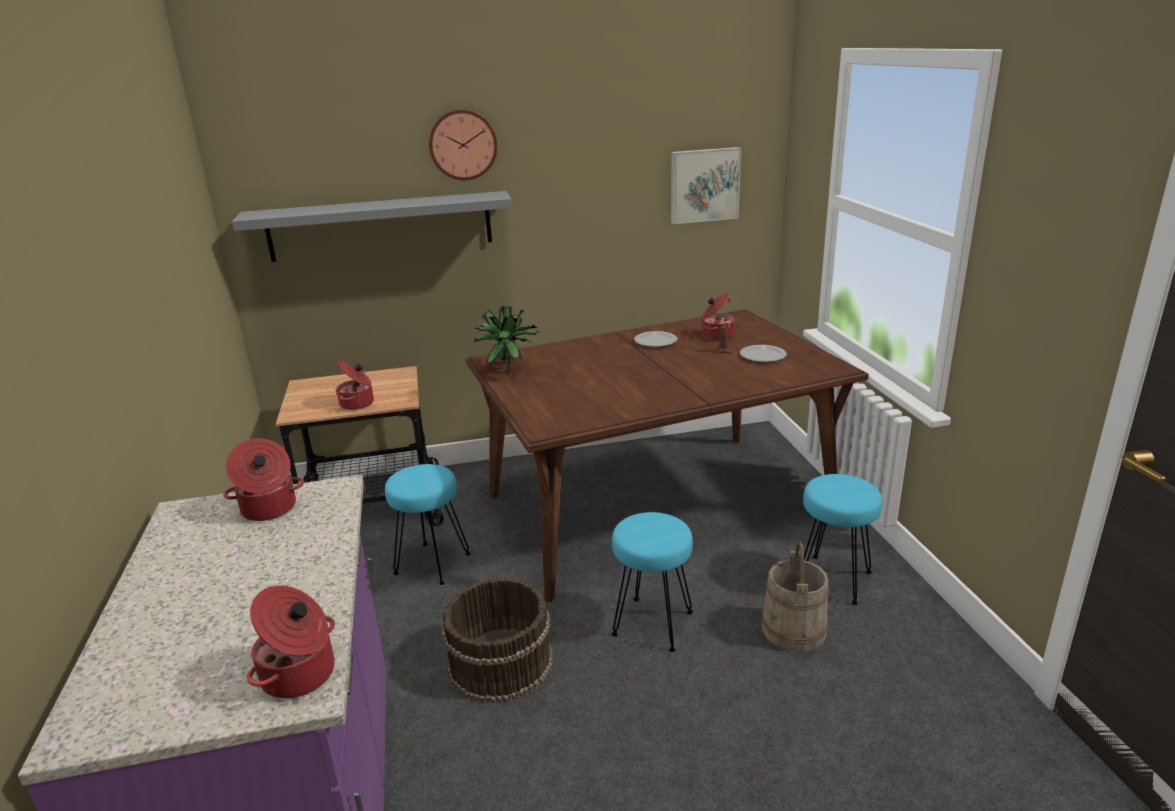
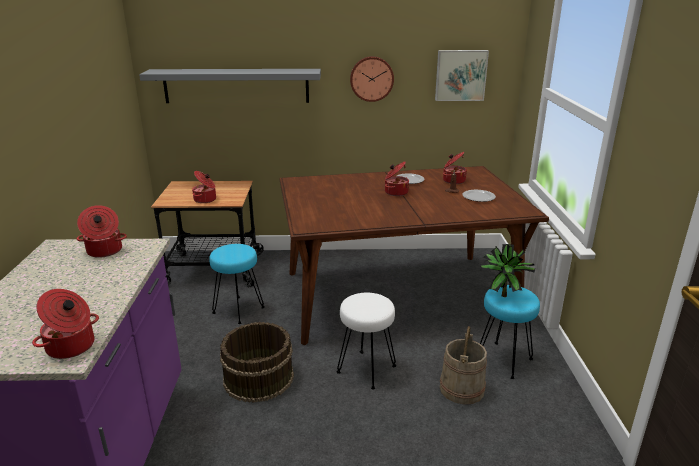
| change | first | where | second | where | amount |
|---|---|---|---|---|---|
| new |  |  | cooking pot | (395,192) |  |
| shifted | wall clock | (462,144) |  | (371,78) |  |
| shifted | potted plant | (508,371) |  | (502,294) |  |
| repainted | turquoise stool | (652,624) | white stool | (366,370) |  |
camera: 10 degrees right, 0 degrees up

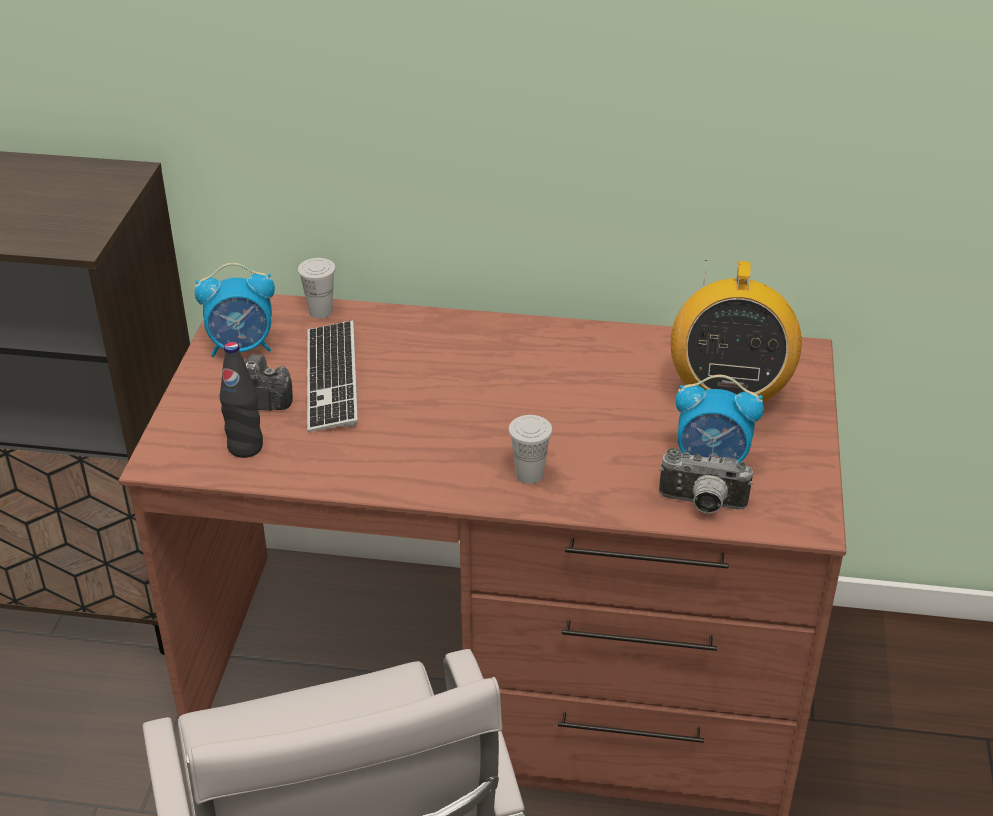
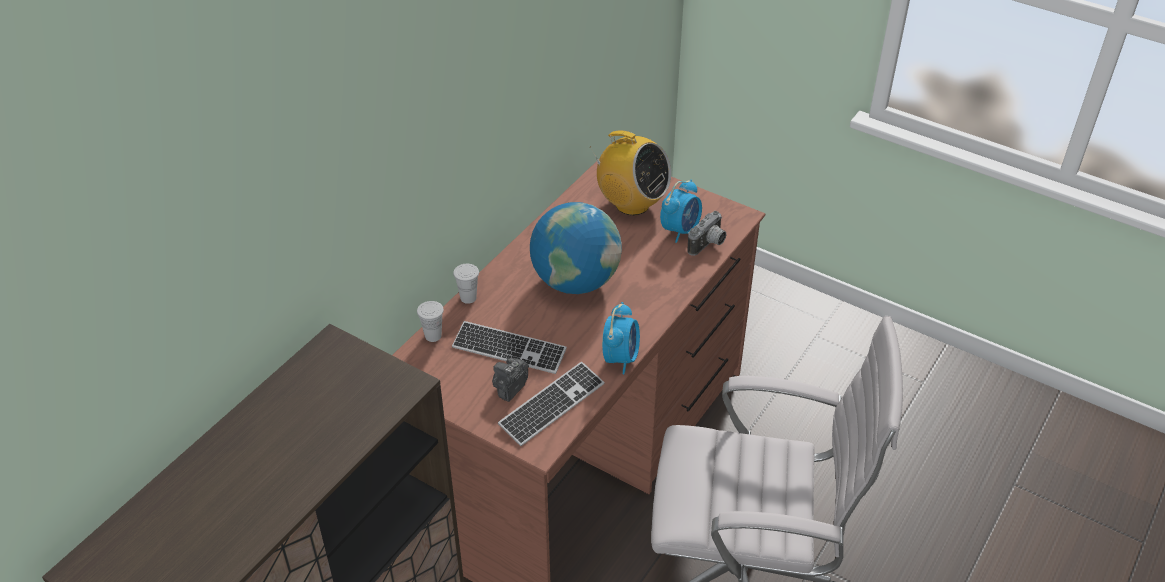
| change | first | where | second | where | amount |
|---|---|---|---|---|---|
| new |  |  | globe | (575,281) |  |
| shifted | alarm clock | (242,347) |  | (621,358) |  |
| shifted | white cup | (529,474) |  | (468,298) |  |
| swapped | black bottle | (245,447) | keyboard | (552,405) |  |
camera: 65 degrees left, 5 degrees up

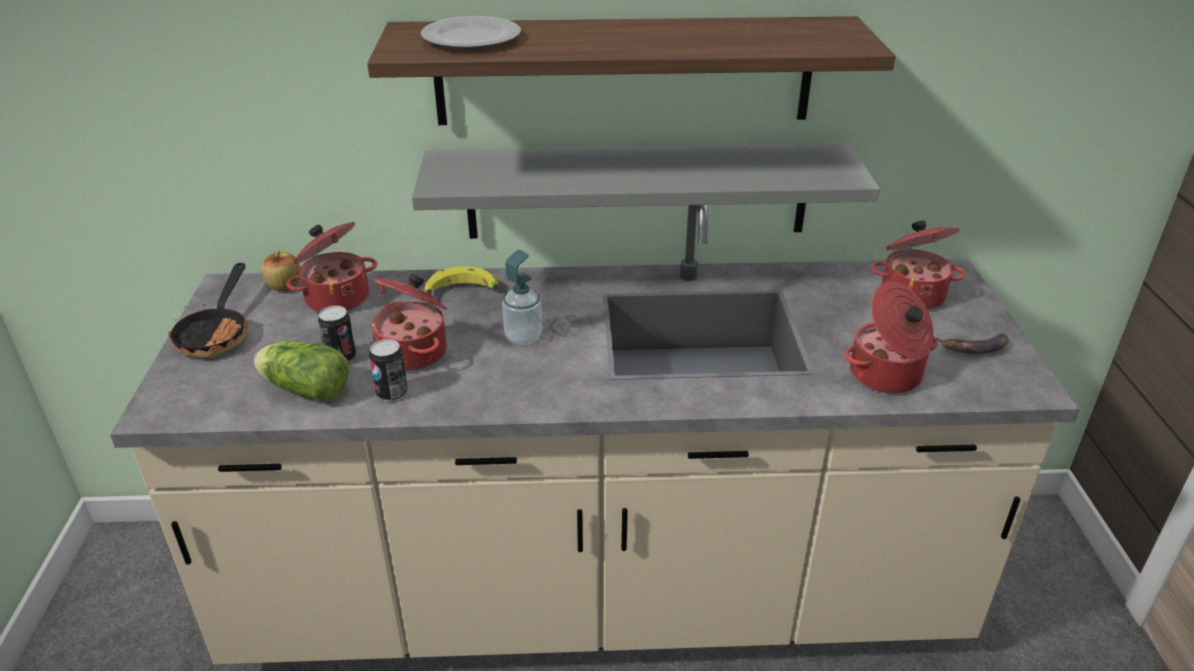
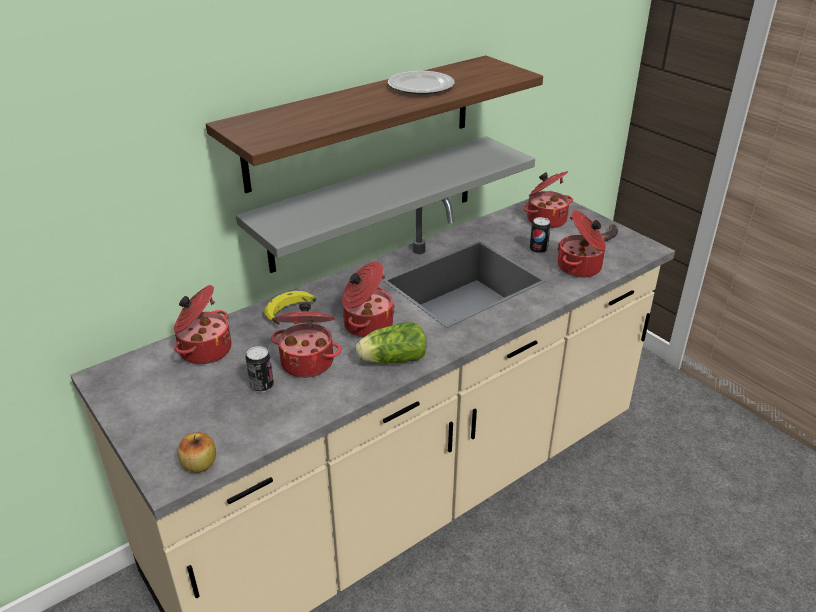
| change | first | where | second | where | amount |
|---|---|---|---|---|---|
| gone | frying pan | (217,333) |  |  |  |
| shifted | lettuce | (303,388) |  | (390,360) |  |
| shifted | apple | (285,286) |  | (199,464) |  |
| shifted | can | (392,393) |  | (538,250) |  |
| shifted | plate | (472,38) |  | (420,86) |  |
| swapped | soap dispenser | (523,337) | cooking pot | (366,324) |  |
camera: 35 degrees left, 0 degrees up

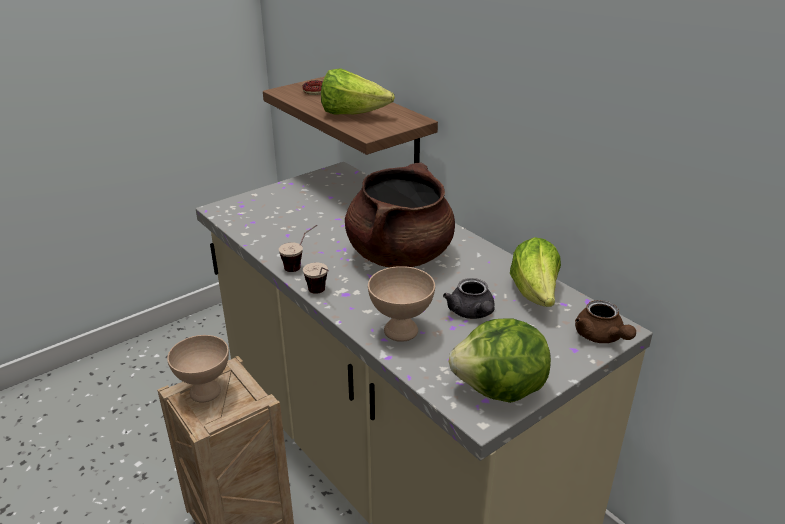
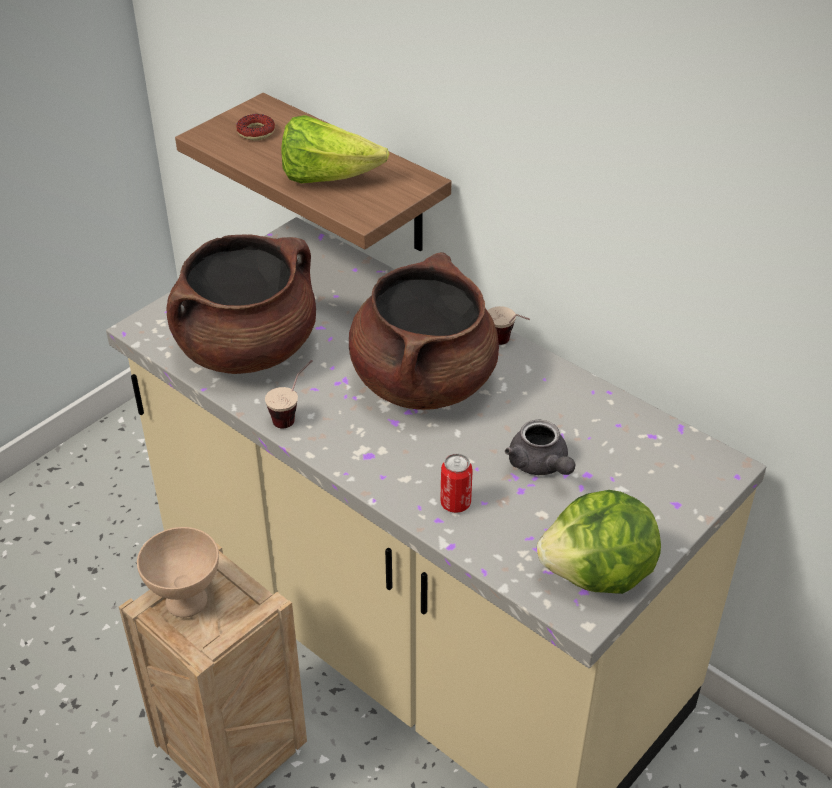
| change | first | where | second | where | amount |
|---|---|---|---|---|---|
| gone | lettuce | (535,294) |  |  |  |
| gone | brown teapot | (601,337) |  |  |  |
| new |  |  | brown cooking pot | (247,348) |  |
| shifted | cup | (320,294) |  | (507,345) |  |
| swapped | beige bowl | (400,330) | can | (455,503) |  |
camera: 10 degrees left, 10 degrees up

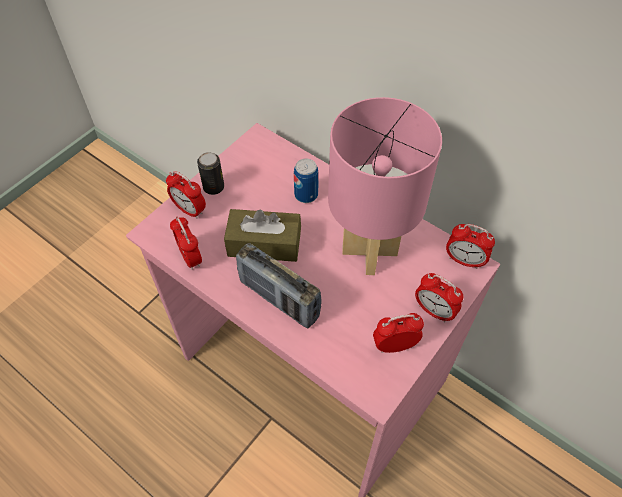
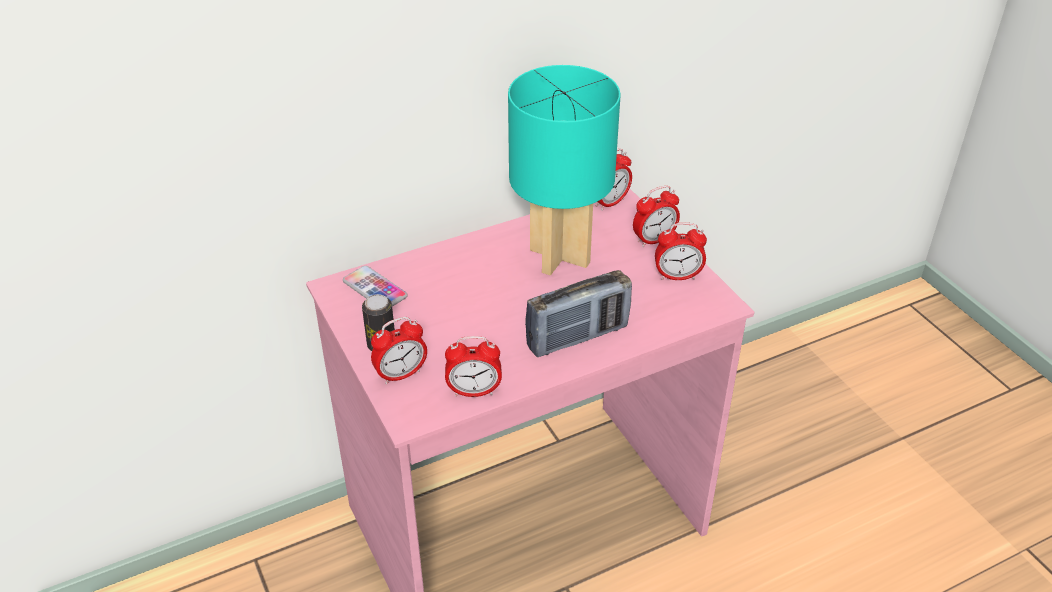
| change | first | where | second | where | amount |
|---|---|---|---|---|---|
| gone | brown tissue box | (264,244) |  |  |  |
| gone | can | (306,195) |  |  |  |
| new |  |  | phone | (375,289) |  |
| repainted | pink table lamp | (369,251) | turquoise table lamp | (558,256) |  |
| rotated | alarm clock | (395,346) |  | (677,276) | 105 degrees counterclockwise |
camera: 65 degrees left, 15 degrees down

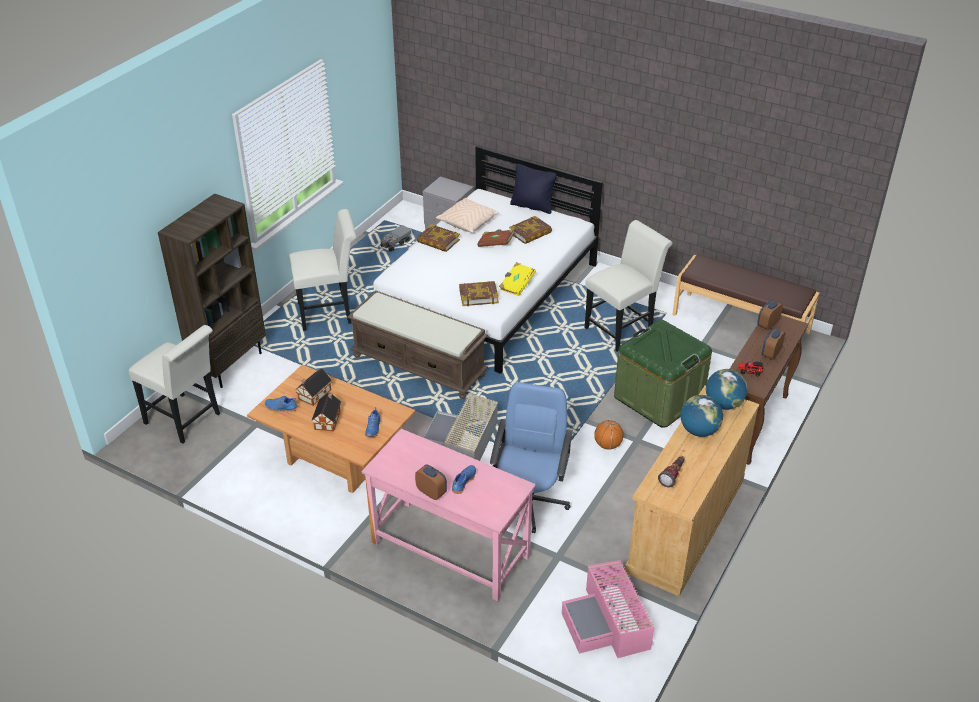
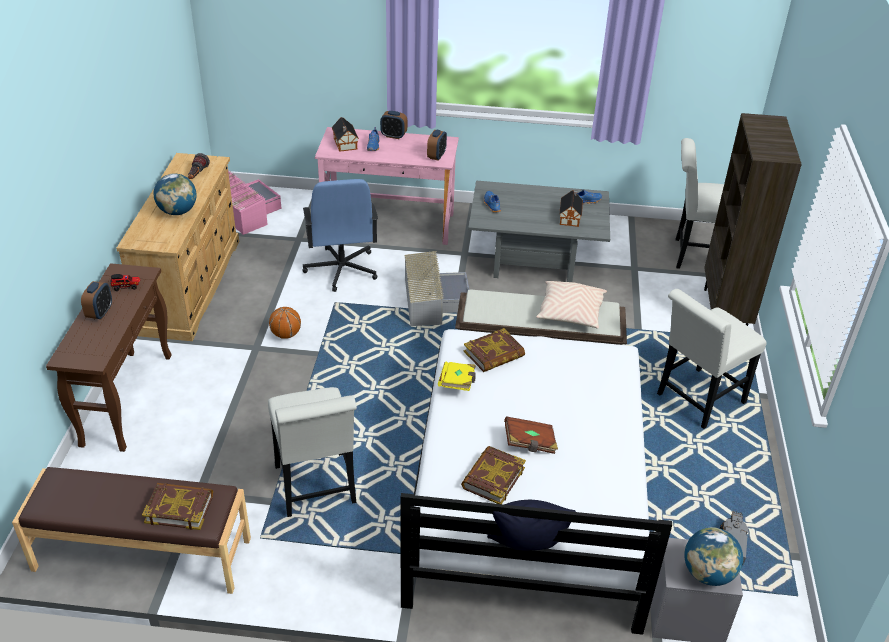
| change | first | where | second | where | amount |
|---|---|---|---|---|---|
| gone | green storage box | (658,397) |  |  |  |
| shifted | toy house | (328,419) |  | (345,144) |  |
| shifted | book | (438,241) |  | (179,508) |  |
| shifted | beige pillow | (468,222) |  | (570,313) |  |
| shifted | globe | (723,404) |  | (708,573) |  |
| shifted | alarm clock | (767,325) |  | (436,156) |  |
| repainted | brown coffee table | (336,459) | grey coffee table | (535,260) |  |
| rotated | white chair | (622,328) |  | (316,489) | 45 degrees counterclockwise |
camera: 155 degrees right, 0 degrees up

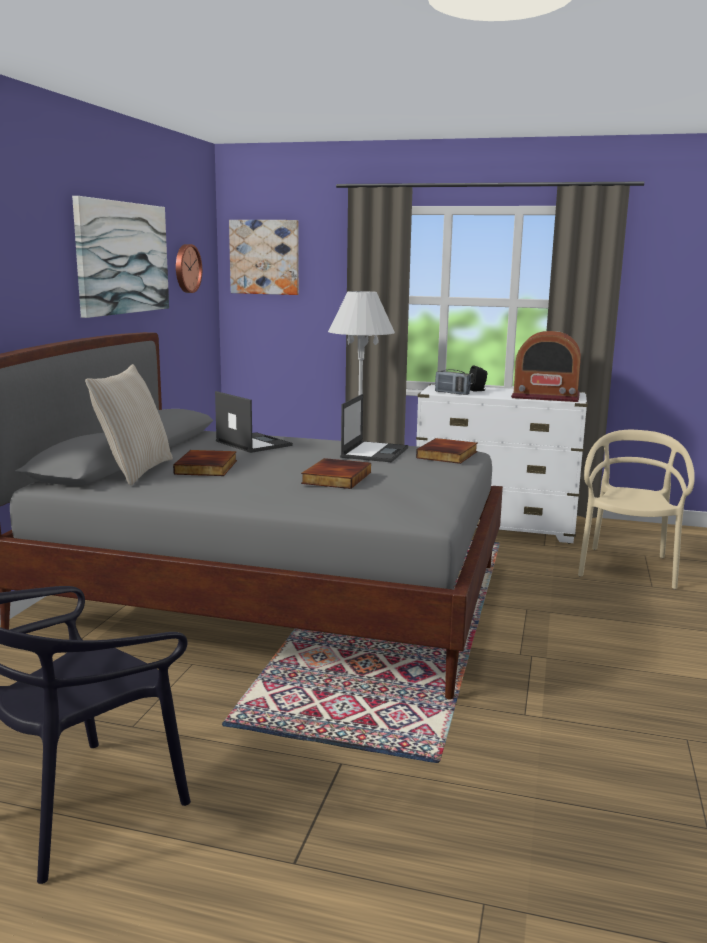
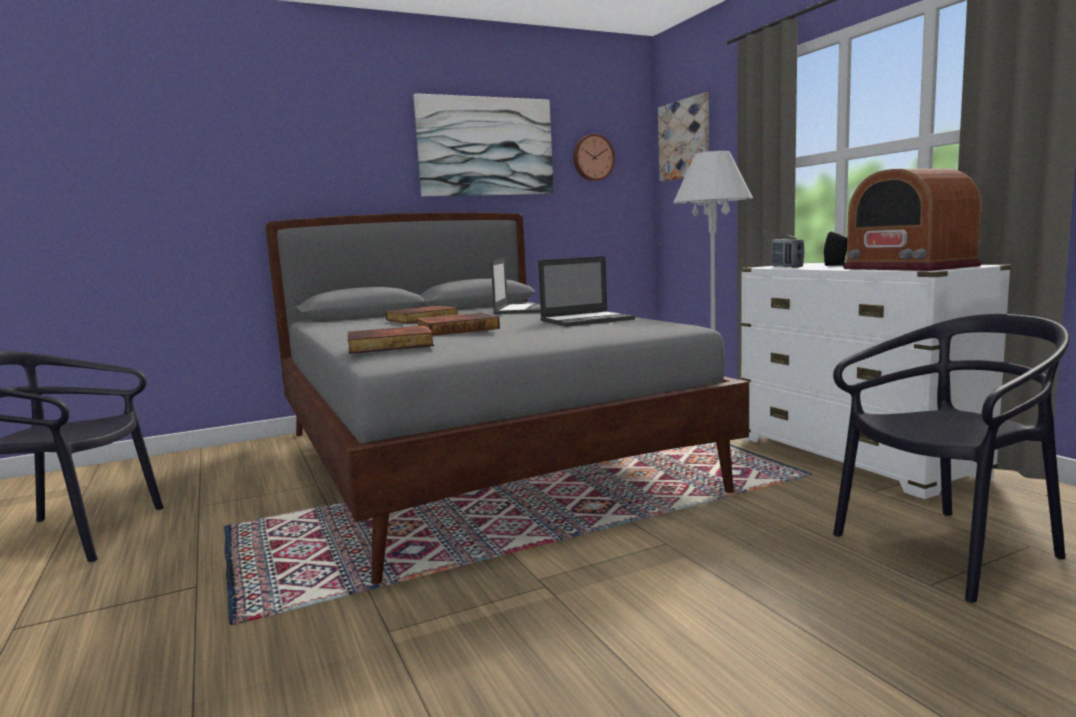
| change | first | where | second | where | amount |
|---|---|---|---|---|---|
| gone | beige pillow | (134,471) |  |  |  |
| shifted | book | (448,455) |  | (389,345) |  |
| repainted | beige chair | (627,568) | black chair | (947,550) |  |
camera: 50 degrees right, 5 degrees down

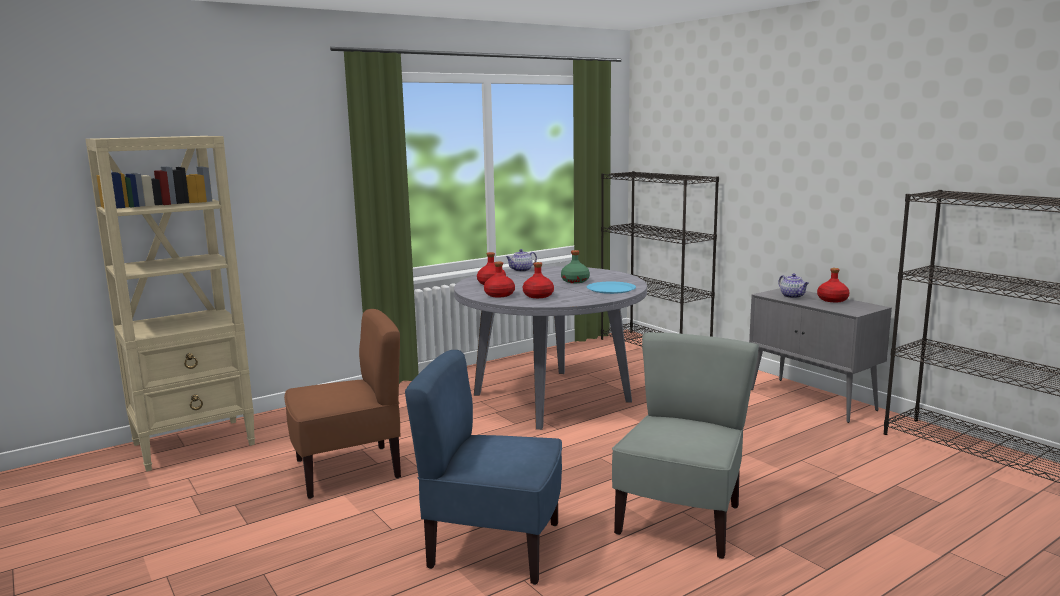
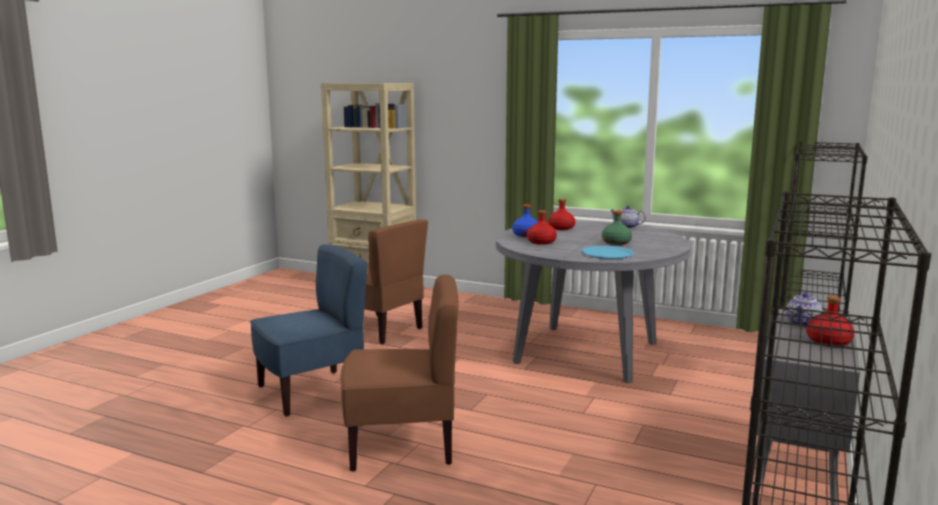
| change | first | where | second | where | amount |
|---|---|---|---|---|---|
| repainted | red bottle | (499,295) | blue bottle | (526,235) |  |
| repainted | grey chair | (681,520) | brown chair | (402,445) |  |
| rotated | blue chair | (494,547) |  | (311,392) | 75 degrees clockwise |
camera: 60 degrees right, 0 degrees up

